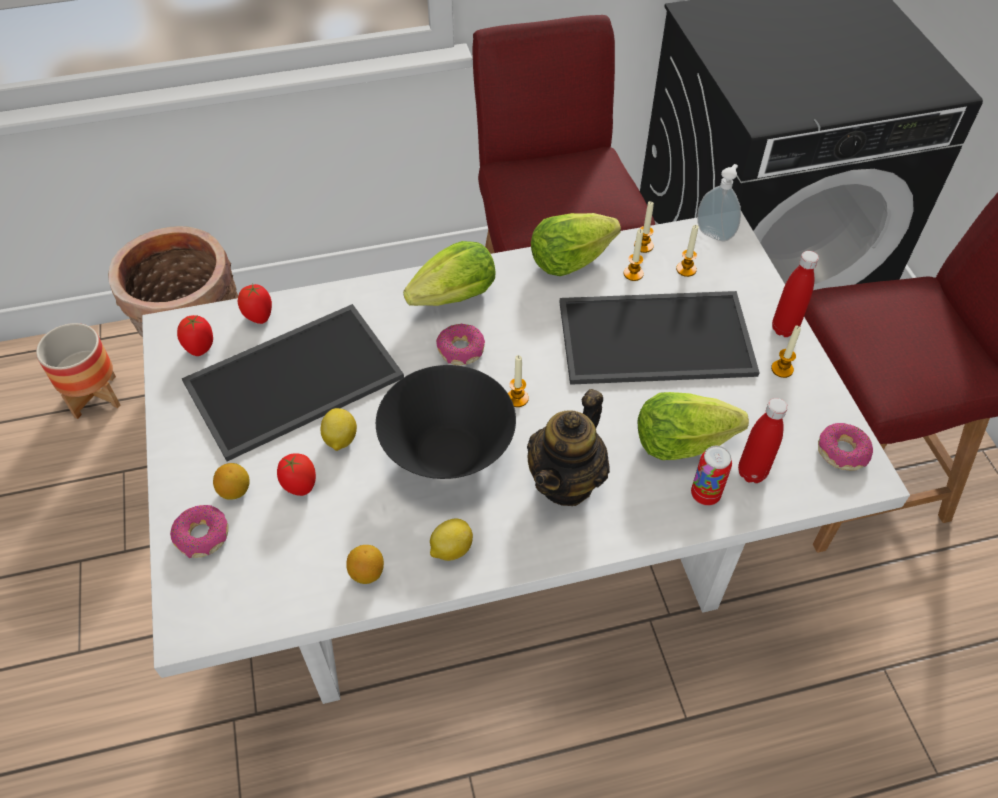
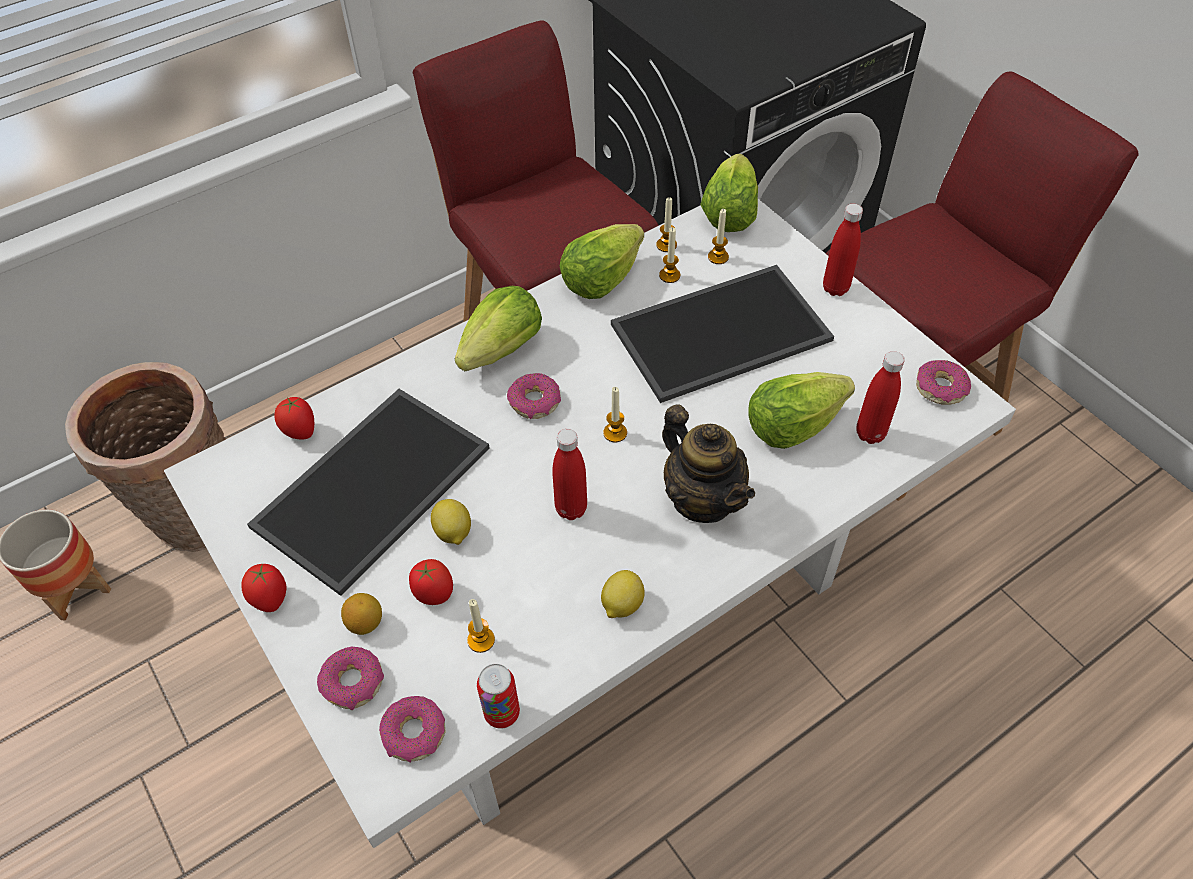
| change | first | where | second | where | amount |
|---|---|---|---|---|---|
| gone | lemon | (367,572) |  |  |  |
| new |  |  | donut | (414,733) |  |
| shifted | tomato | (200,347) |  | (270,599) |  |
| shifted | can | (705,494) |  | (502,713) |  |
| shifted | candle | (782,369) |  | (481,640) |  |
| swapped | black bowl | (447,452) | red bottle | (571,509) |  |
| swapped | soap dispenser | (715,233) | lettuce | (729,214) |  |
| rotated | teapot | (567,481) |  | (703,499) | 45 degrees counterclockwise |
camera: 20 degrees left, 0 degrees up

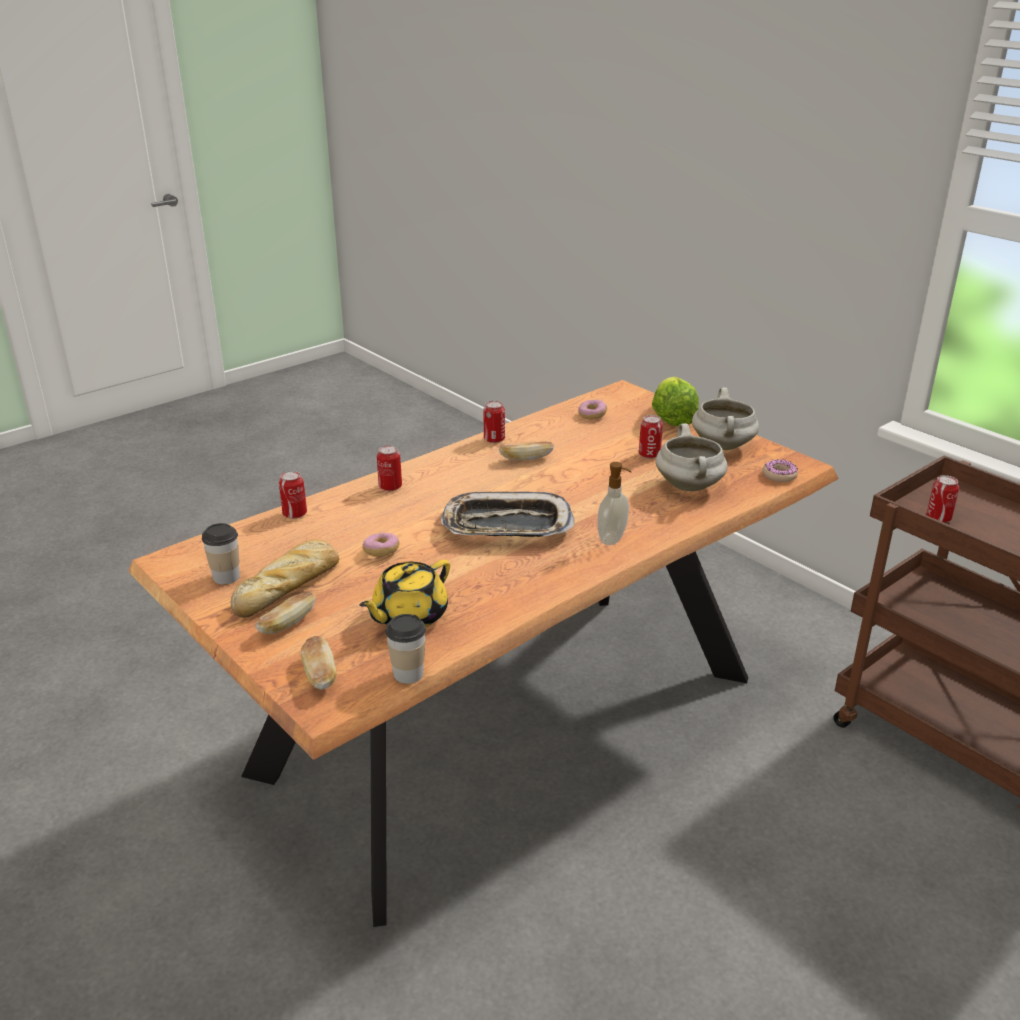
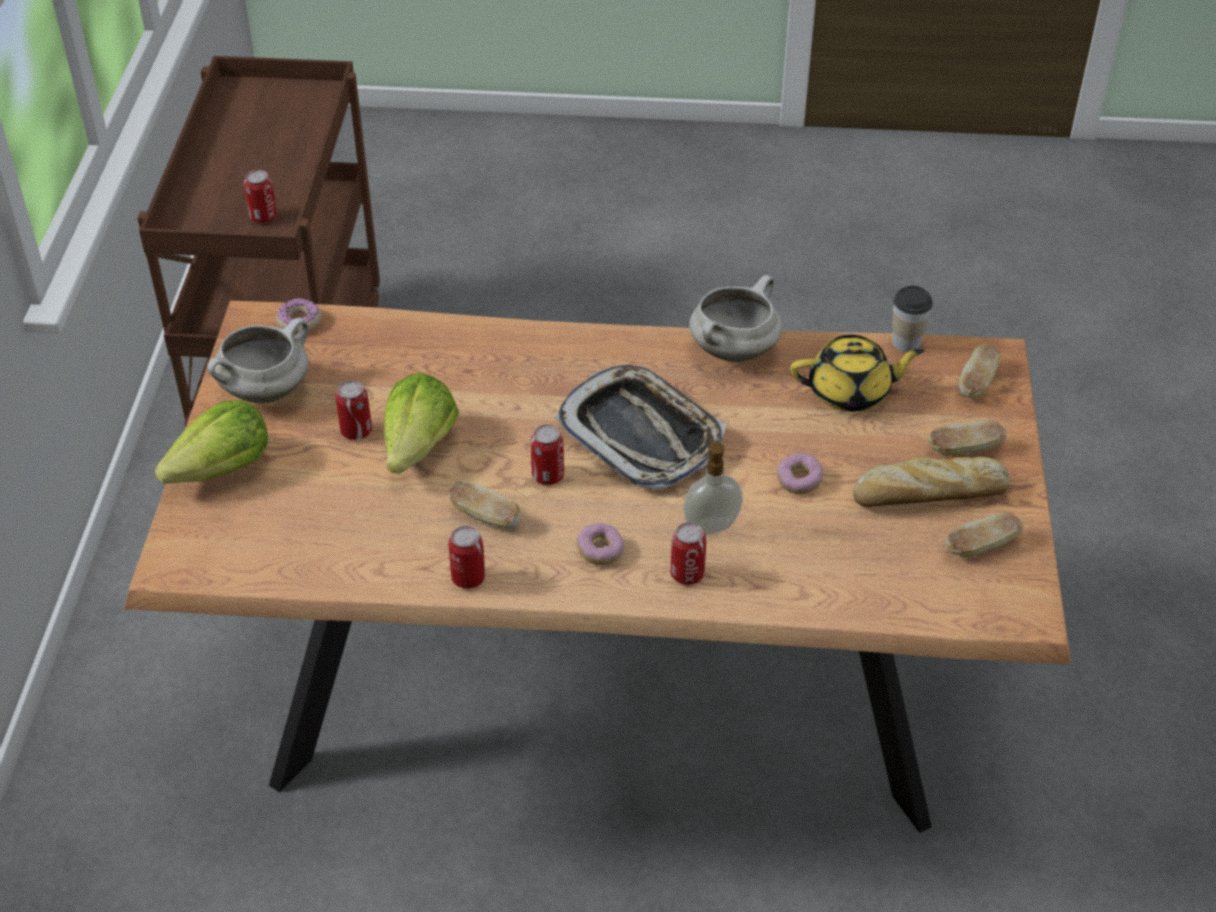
| change | first | where | second | where | amount |
|---|---|---|---|---|---|
| new |  |  | lettuce | (419,446) |  |
| shifted | can | (295,514) |  | (548,475) |  |
| shifted | donut | (592,415) |  | (600,551) |  |
| shifted | soap dispenser | (613,539) |  | (711,525) |  |
| shifted | white cooking pot | (690,487) |  | (734,350) |  |
| swapped | cup | (226,577) | bread | (981,546) |  |
camera: 135 degrees left, 15 degrees up

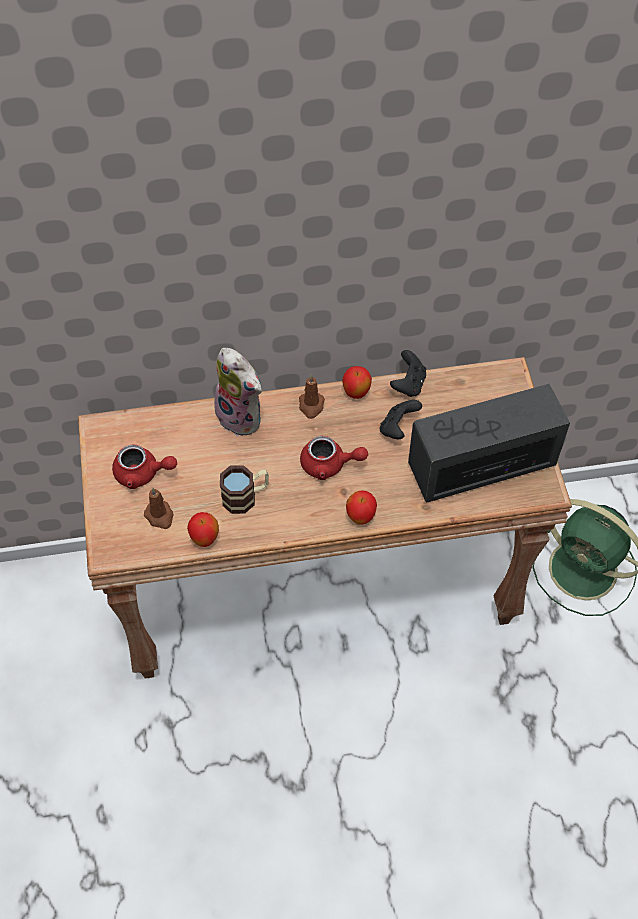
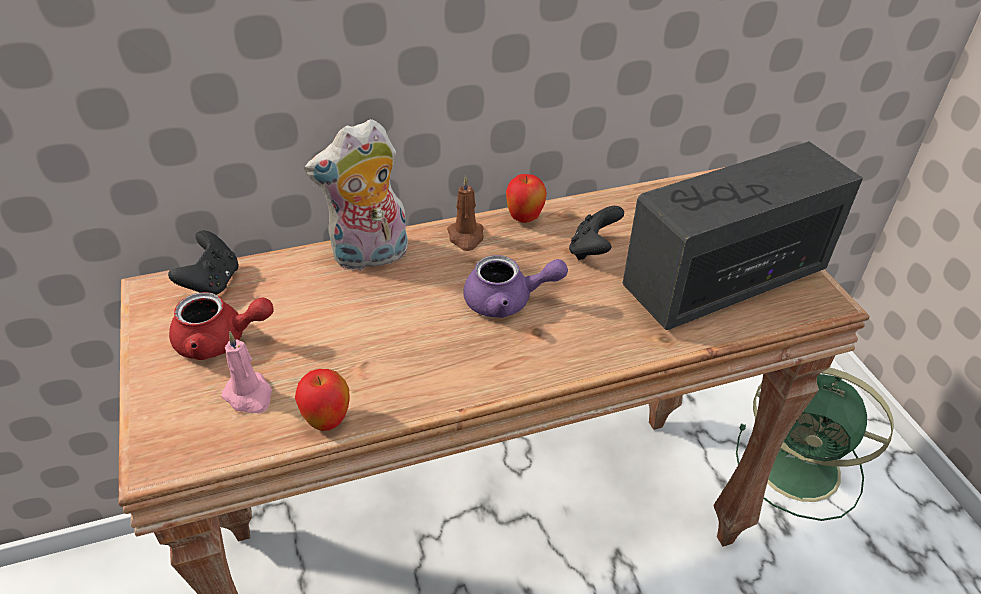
| change | first | where | second | where | amount |
|---|---|---|---|---|---|
| gone | mug | (246,496) |  |  |  |
| gone | apple | (360,517) |  |  |  |
| shifted | black game controller | (408,384) |  | (212,283) |  |
| repainted | brown candle | (160,516) | pink candle | (249,395) |  |
| repainted | red teapot | (329,465) | purple teapot | (507,301) |  |
| rotated | plush toy | (242,416) |  | (370,257) | 120 degrees clockwise |
camera: 10 degrees left, 15 degrees down

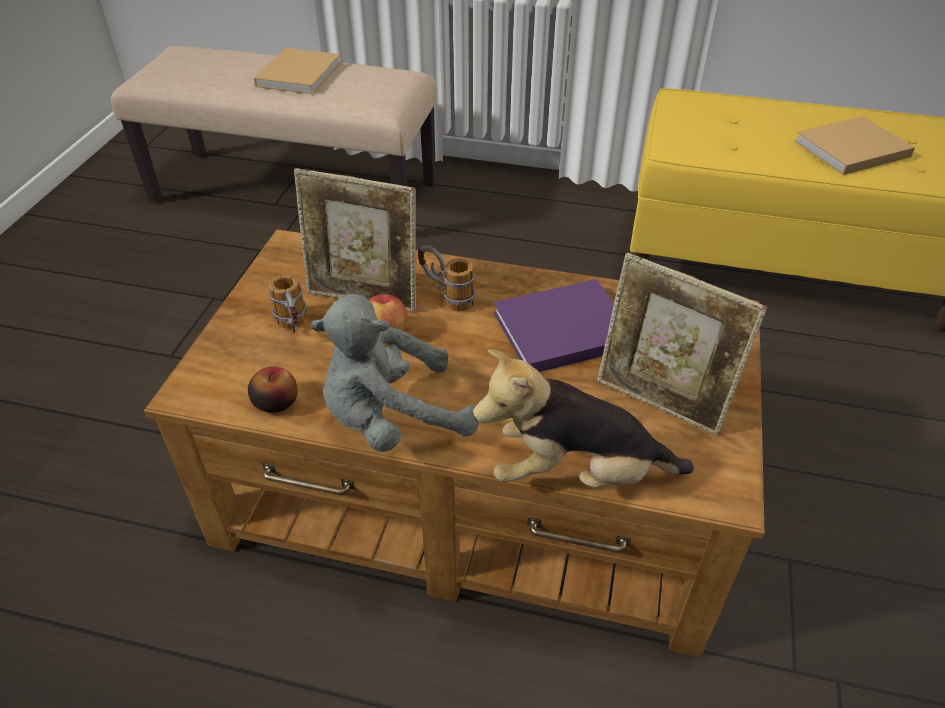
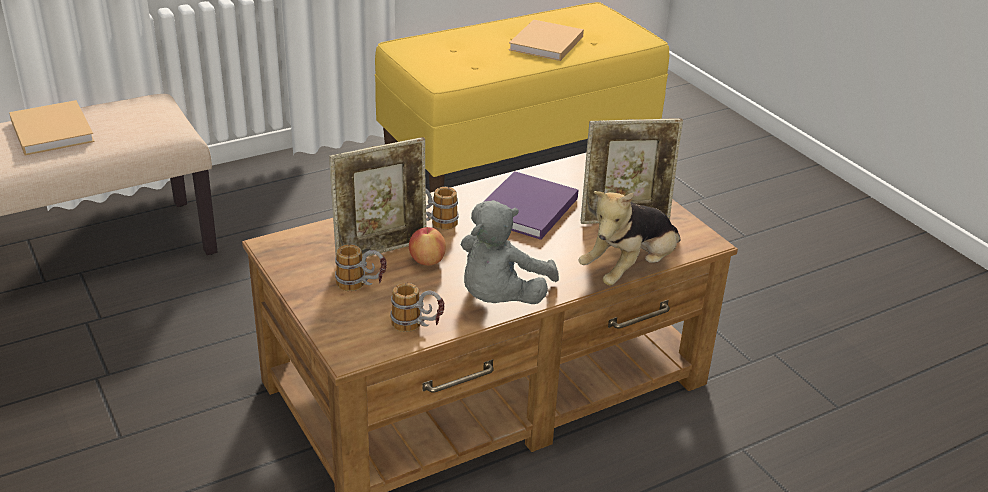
| change | first | where | second | where | amount |
|---|---|---|---|---|---|
| swapped | apple | (276,402) | mug | (418,328) |  |
camera: 45 degrees left, 10 degrees down

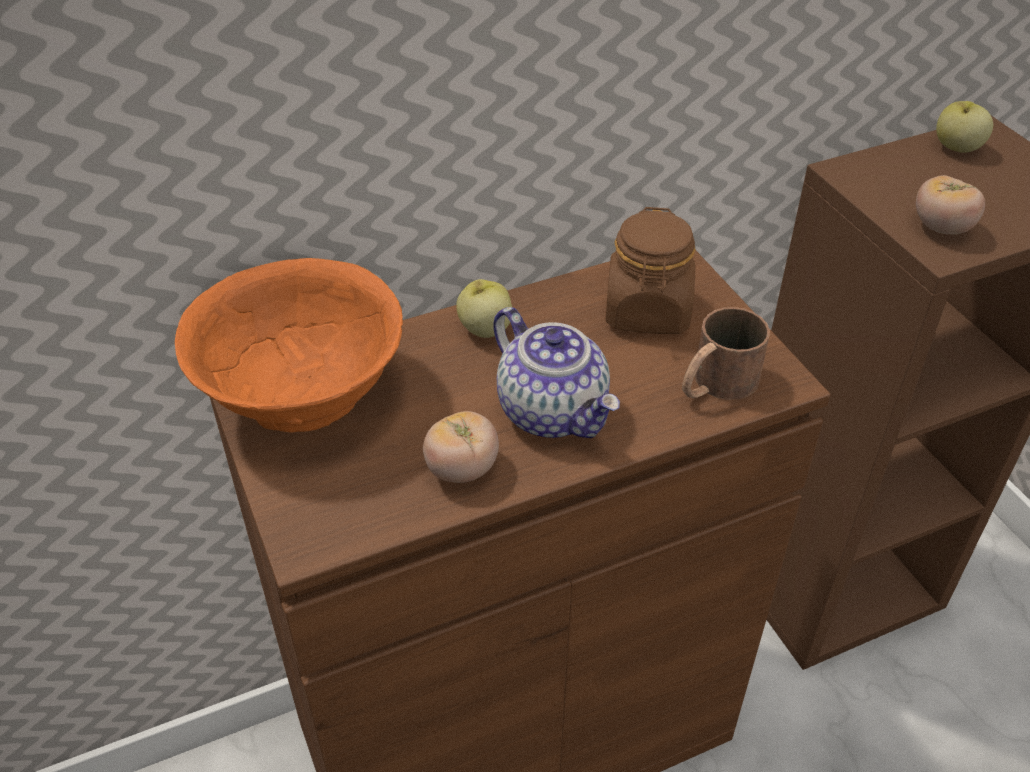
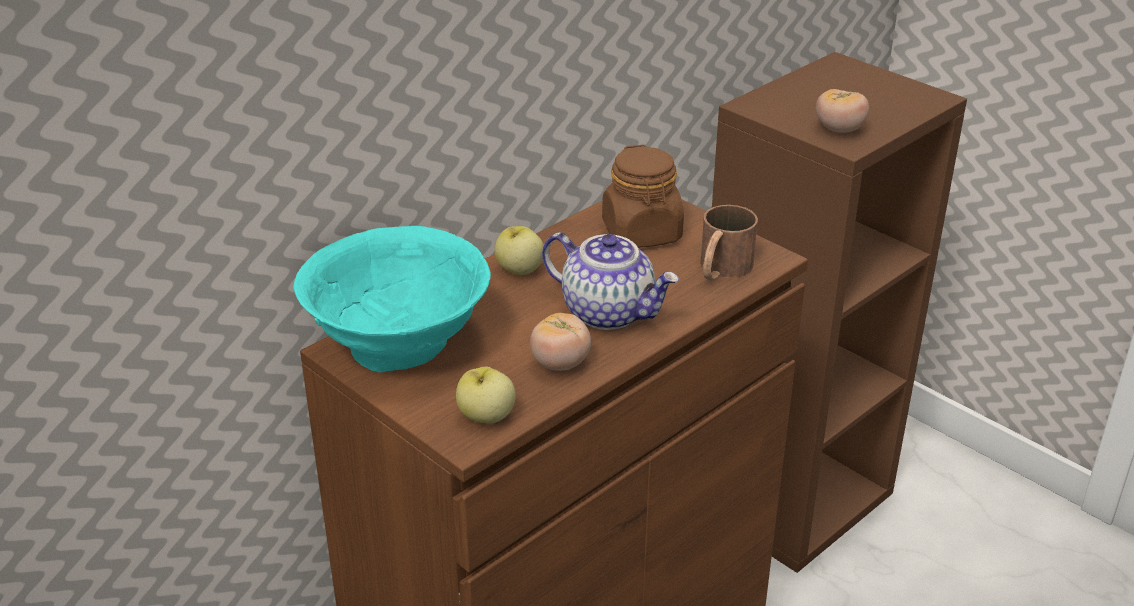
| change | first | where | second | where | amount |
|---|---|---|---|---|---|
| shifted | apple | (956,148) |  | (485,417) |  |
| repainted | orange bowl | (304,399) | turquoise bowl | (399,346) |  |
camera: 20 degrees left, 10 degrees down

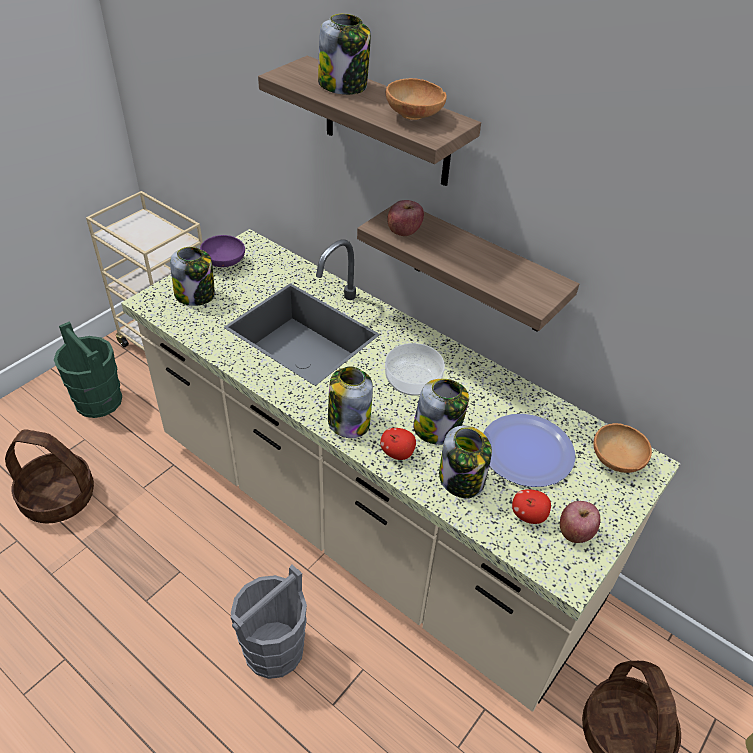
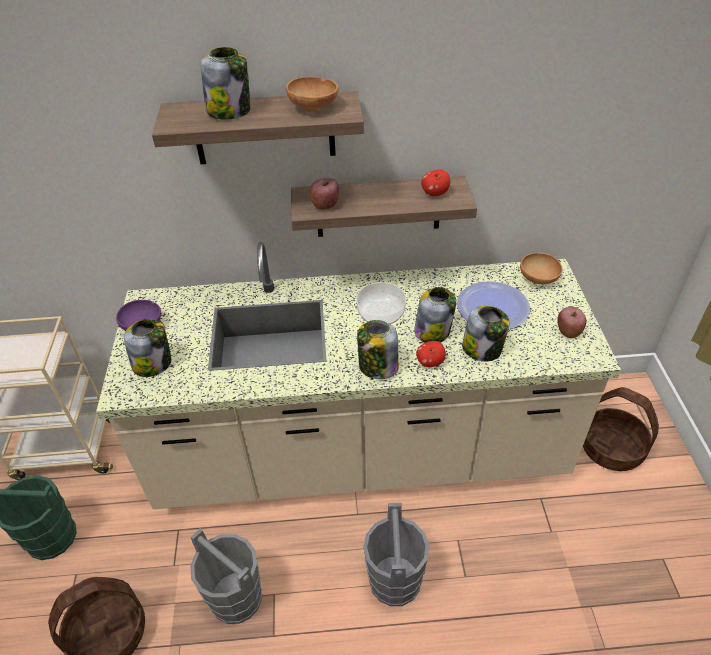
| change | first | where | second | where | amount |
|---|---|---|---|---|---|
| new |  |  | grey bucket | (235,597) |  |
| shifted | apple | (528,515) |  | (434,193) |  |
camera: 40 degrees left, 0 degrees up

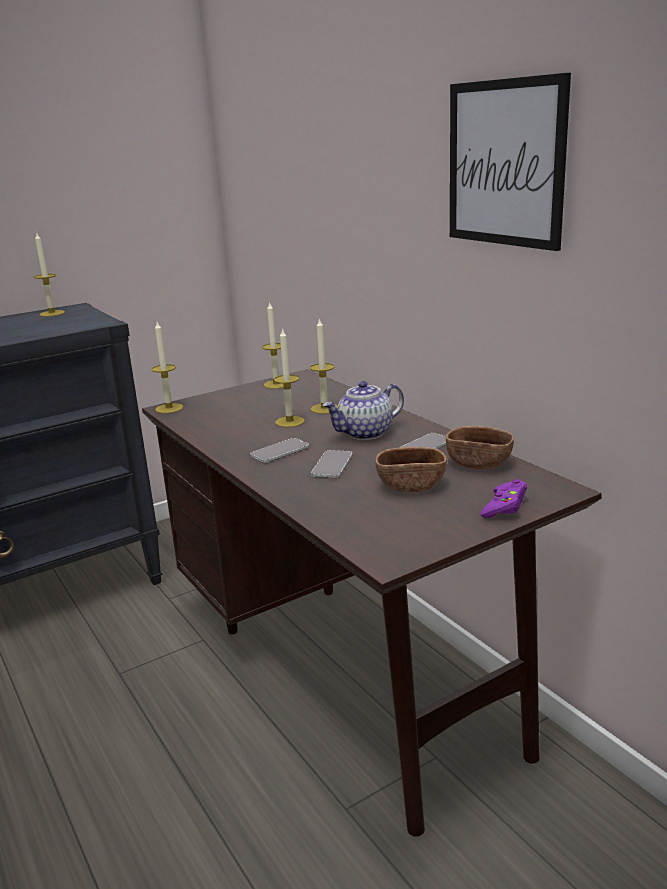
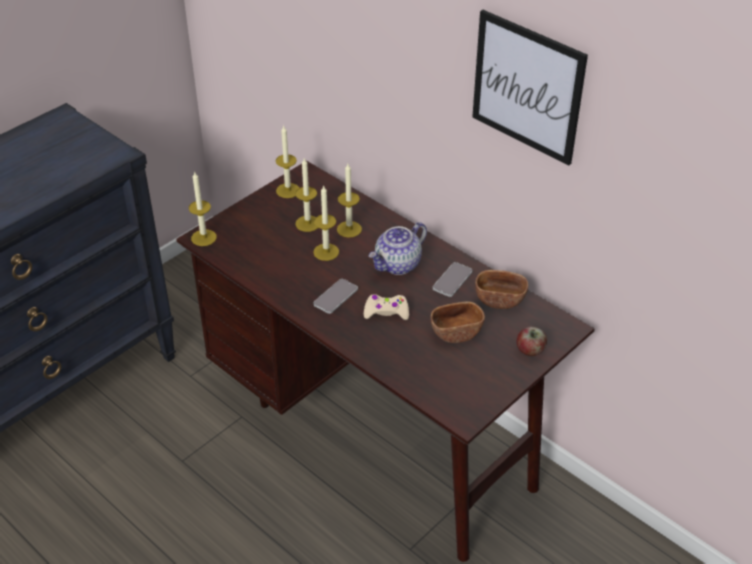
| change | first | where | second | where | amount |
|---|---|---|---|---|---|
| shifted | candle | (52,313) |  | (307,223) |  |
| swapped | phone | (332,465) | beige game controller | (386,312) |  |
| swapped | purple game controller | (504,506) | apple | (530,351) |  |
camera: 15 degrees left, 20 degrees up

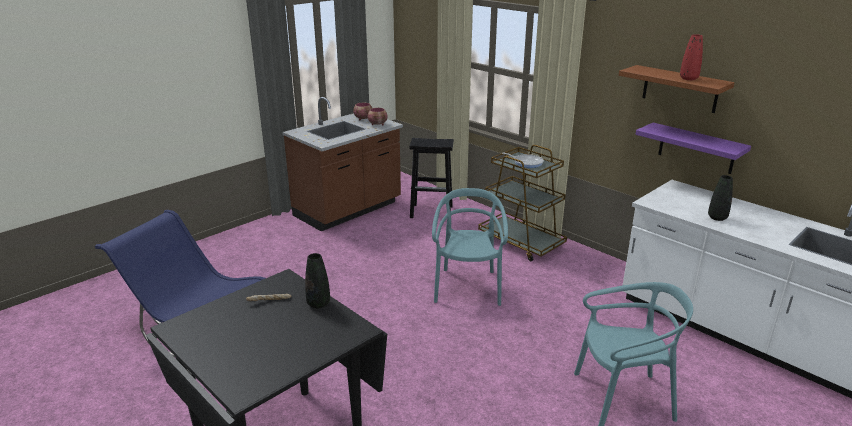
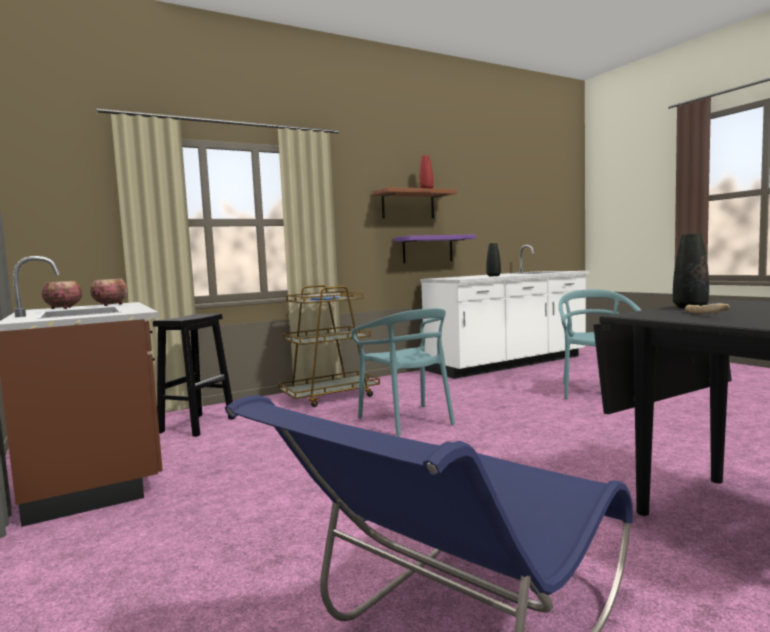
| change | first | where | second | where | amount |
|---|---|---|---|---|---|
| rotated | turquoise chair | (468,287) |  | (407,420) | 135 degrees counterclockwise |
camera: 75 degrees left, 20 degrees down

